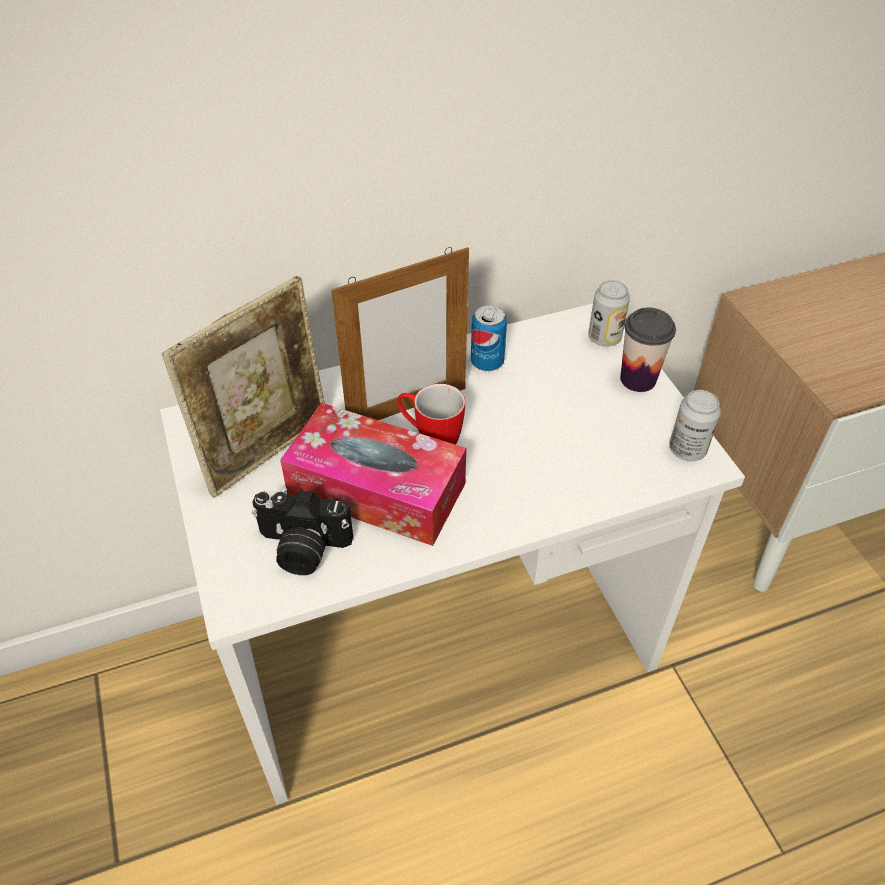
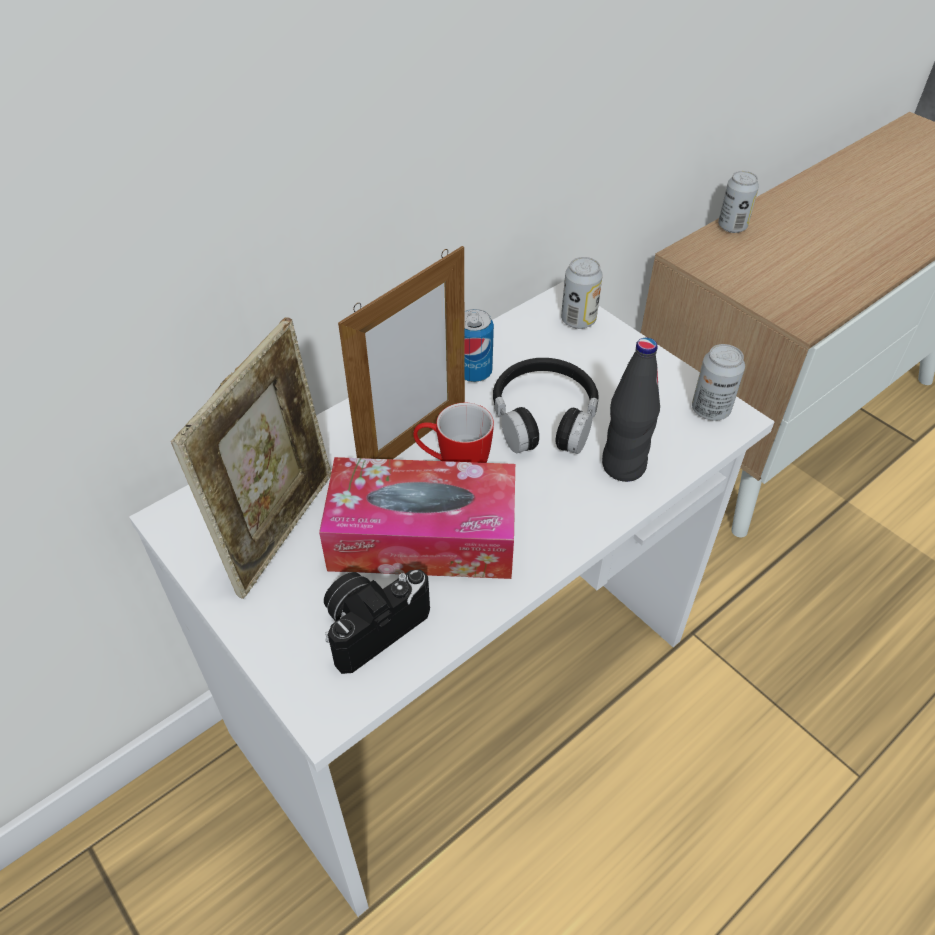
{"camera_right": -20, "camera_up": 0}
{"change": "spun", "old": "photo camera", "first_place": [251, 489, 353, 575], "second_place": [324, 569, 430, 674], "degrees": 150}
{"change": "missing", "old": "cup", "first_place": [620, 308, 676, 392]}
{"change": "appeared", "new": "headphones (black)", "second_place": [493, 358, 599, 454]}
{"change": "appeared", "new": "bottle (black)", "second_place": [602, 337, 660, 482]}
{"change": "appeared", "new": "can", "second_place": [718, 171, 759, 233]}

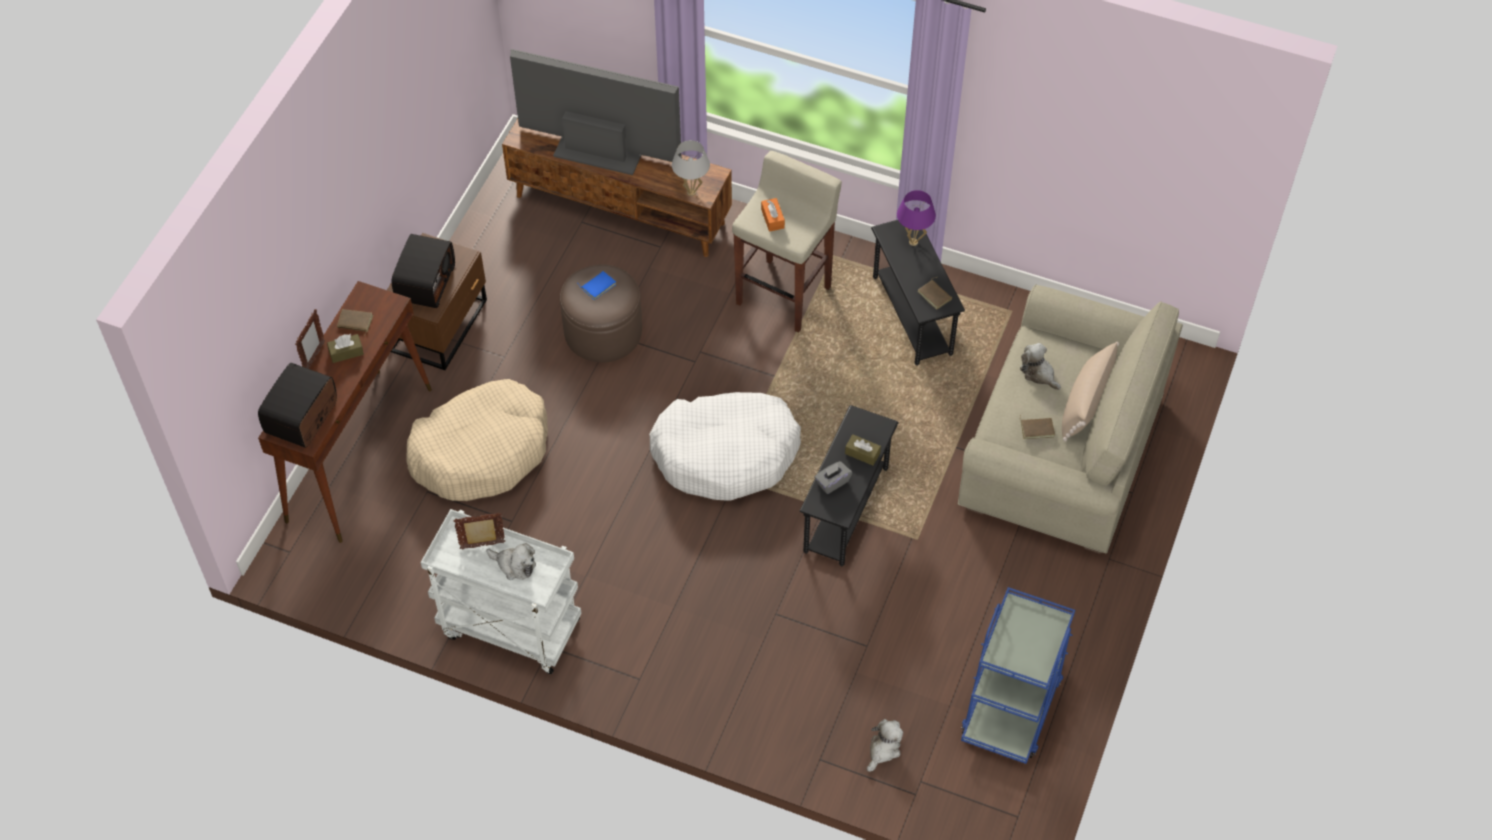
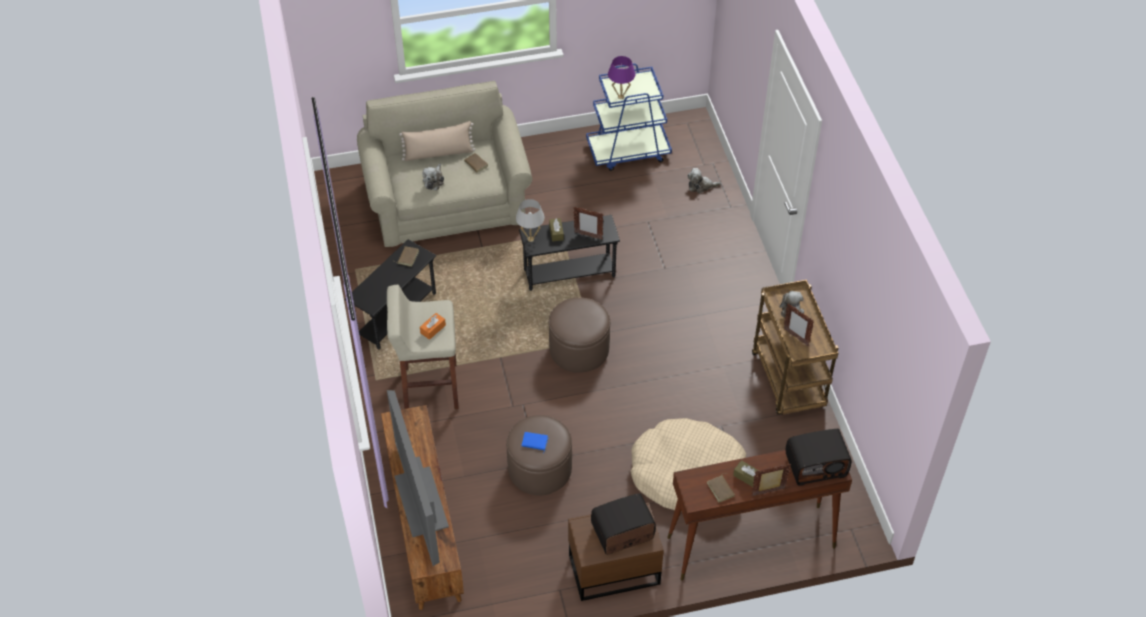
{"camera_right": -125, "camera_up": -5}
{"change": "colour", "old": "cart (white)", "new": "cart (brown)", "first_place": [420, 509, 582, 674], "second_place": [752, 280, 838, 415]}
{"change": "exchanged", "old": "dog bed (white)", "new": "ottoman (brown)", "first_place": [649, 392, 801, 501], "second_place": [549, 297, 610, 373]}
{"change": "relocated", "old": "table lamp (white)", "first_place": [672, 140, 710, 196], "second_place": [516, 199, 545, 242]}
{"change": "exchanged", "old": "tissue box (grey)", "new": "picture frame", "first_place": [815, 461, 852, 494], "second_place": [574, 207, 603, 239]}
{"change": "relocated", "old": "table lamp (purple)", "first_place": [897, 190, 936, 246], "second_place": [608, 56, 635, 99]}

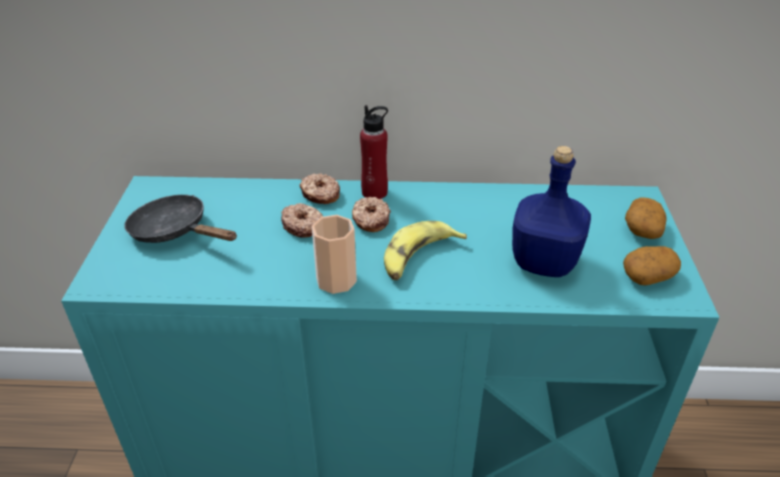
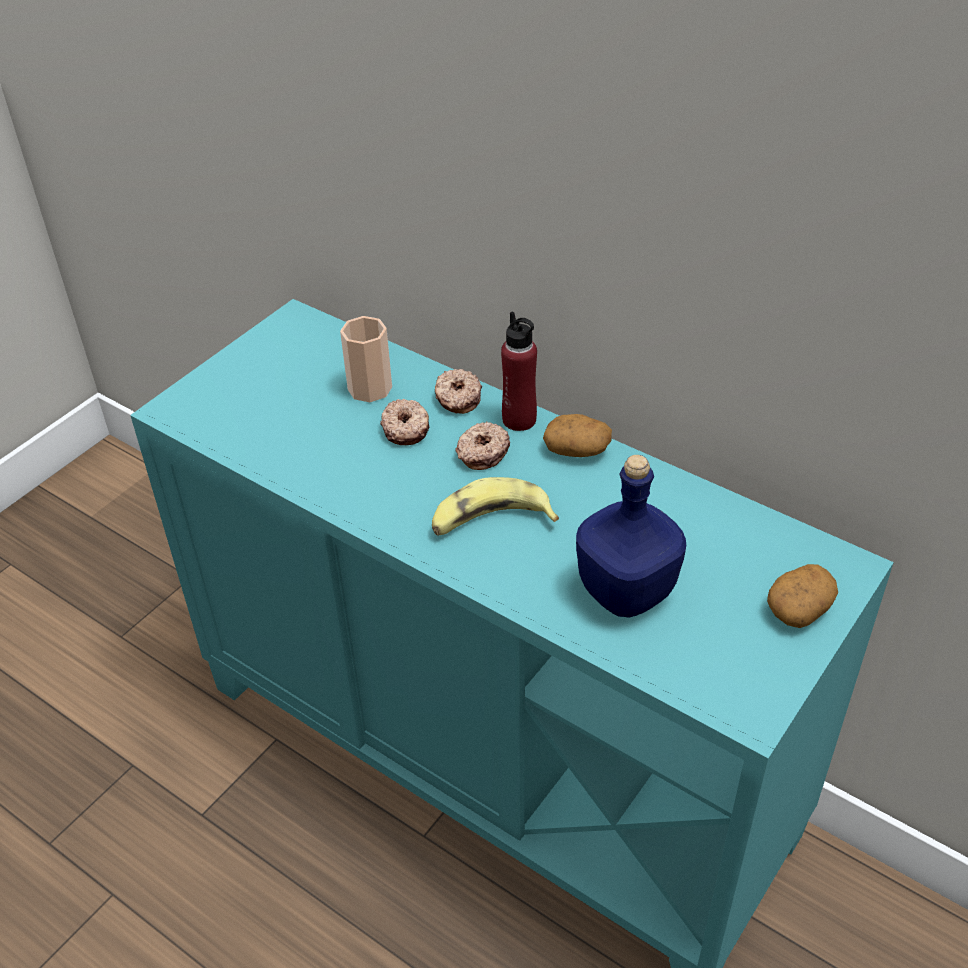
{"camera_right": 35, "camera_up": 5}
{"change": "missing", "old": "frying pan (black)", "first_place": [125, 195, 237, 243]}
{"change": "relocated", "old": "cup", "first_place": [312, 215, 357, 294], "second_place": [340, 316, 392, 402]}
{"change": "relocated", "old": "potato", "first_place": [623, 246, 681, 285], "second_place": [543, 414, 612, 457]}

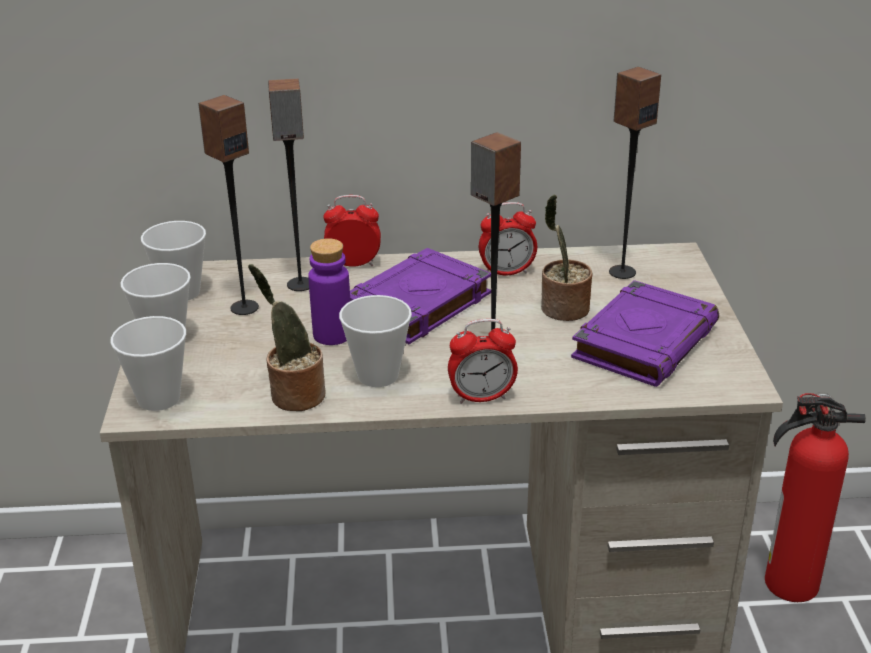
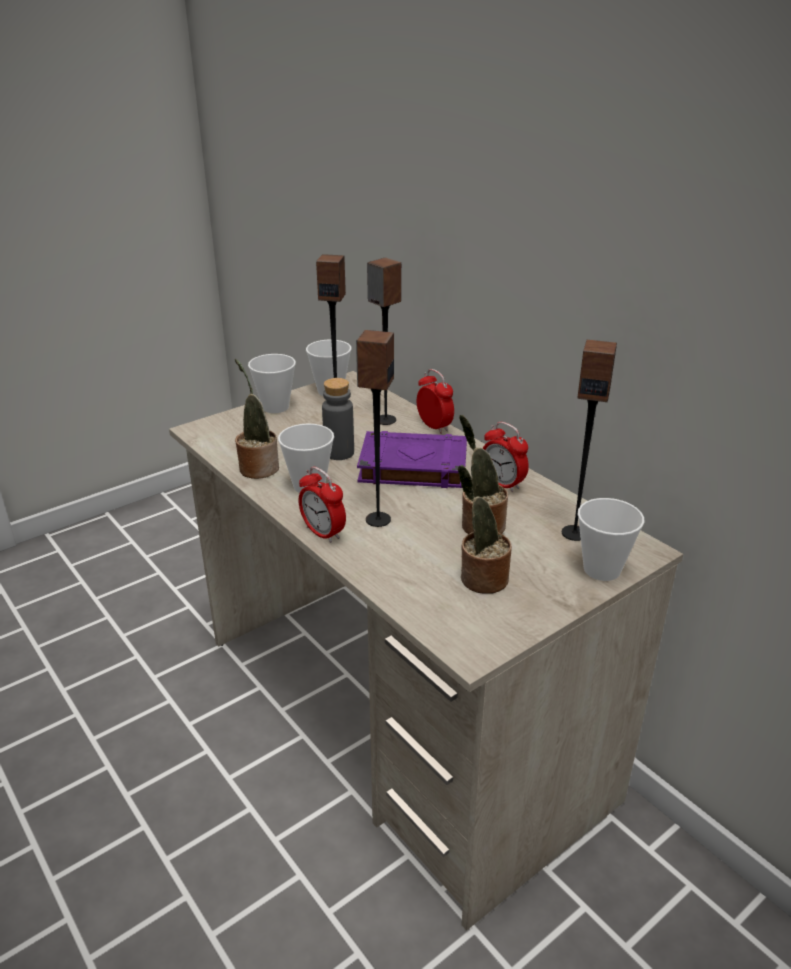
{"camera_right": 55, "camera_up": 0}
{"change": "relocated", "old": "cup", "first_place": [110, 316, 186, 411], "second_place": [578, 498, 644, 581]}
{"change": "colour", "old": "bottle (purple)", "new": "bottle (grey)", "first_place": [308, 238, 350, 345], "second_place": [322, 378, 354, 460]}
{"change": "exchanged", "old": "book (purple)", "new": "potted plant", "first_place": [571, 280, 719, 387], "second_place": [458, 465, 512, 593]}
{"change": "missing", "old": "fire extinguisher", "first_place": [765, 392, 866, 602]}

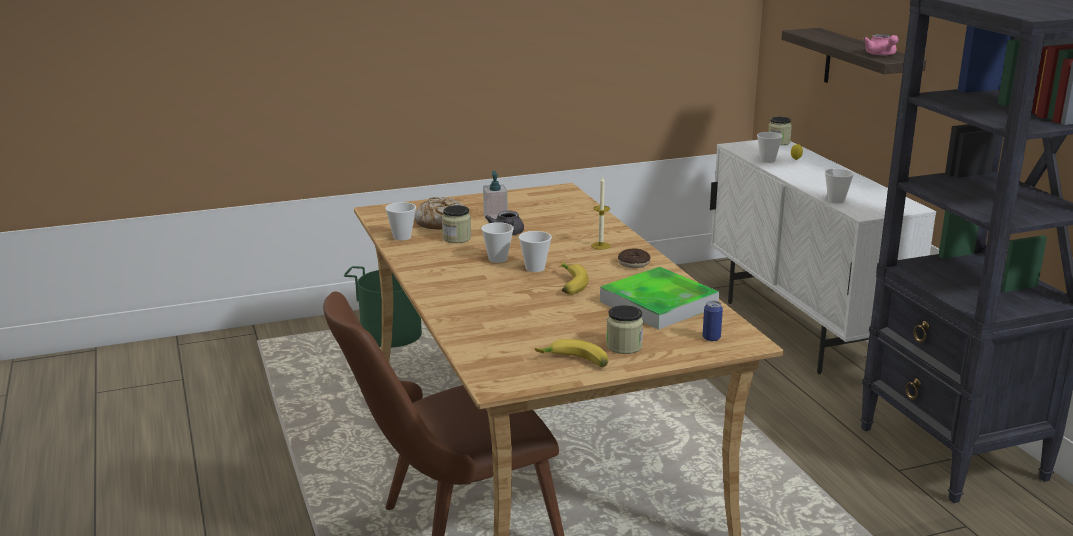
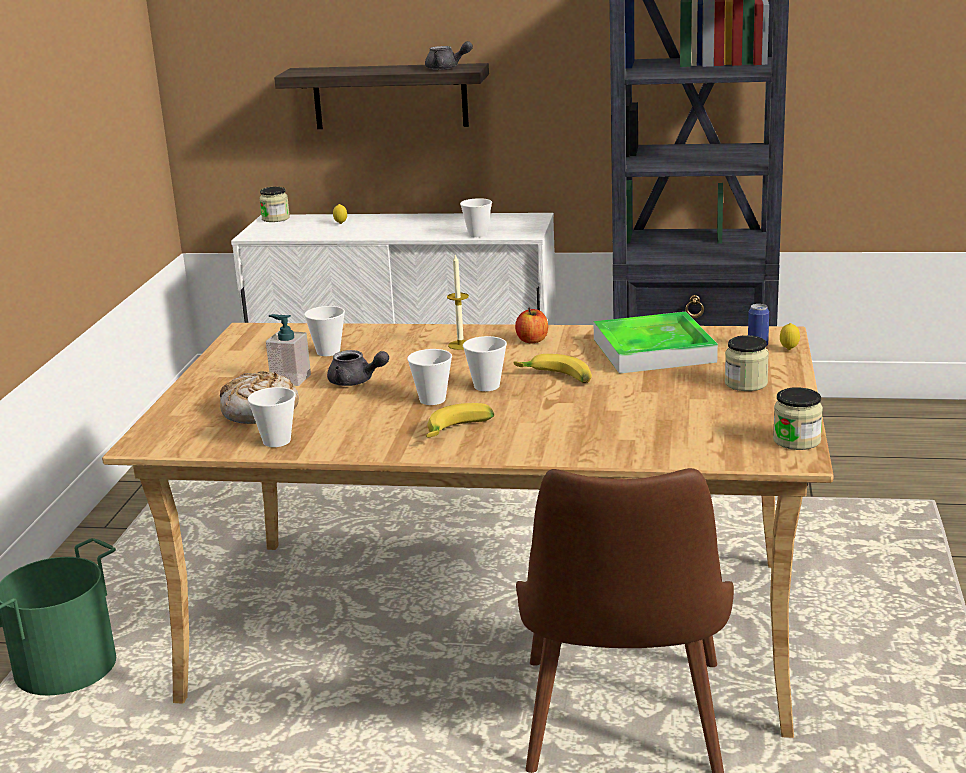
{"camera_right": -60, "camera_up": 0}
{"change": "relocated", "old": "jar", "first_place": [442, 205, 471, 243], "second_place": [773, 387, 823, 450]}
{"change": "relocated", "old": "banana", "first_place": [534, 339, 609, 367], "second_place": [426, 403, 494, 437]}
{"change": "exchanged", "old": "donut", "new": "apple", "first_place": [618, 248, 650, 268], "second_place": [515, 307, 548, 344]}
{"change": "relocated", "old": "cup", "first_place": [757, 132, 783, 163], "second_place": [304, 306, 345, 356]}
{"change": "colour", "old": "teapot (pink)", "new": "teapot (grey)", "first_place": [863, 34, 898, 56], "second_place": [425, 41, 473, 70]}
{"change": "appeared", "new": "lemon", "second_place": [780, 323, 800, 350]}

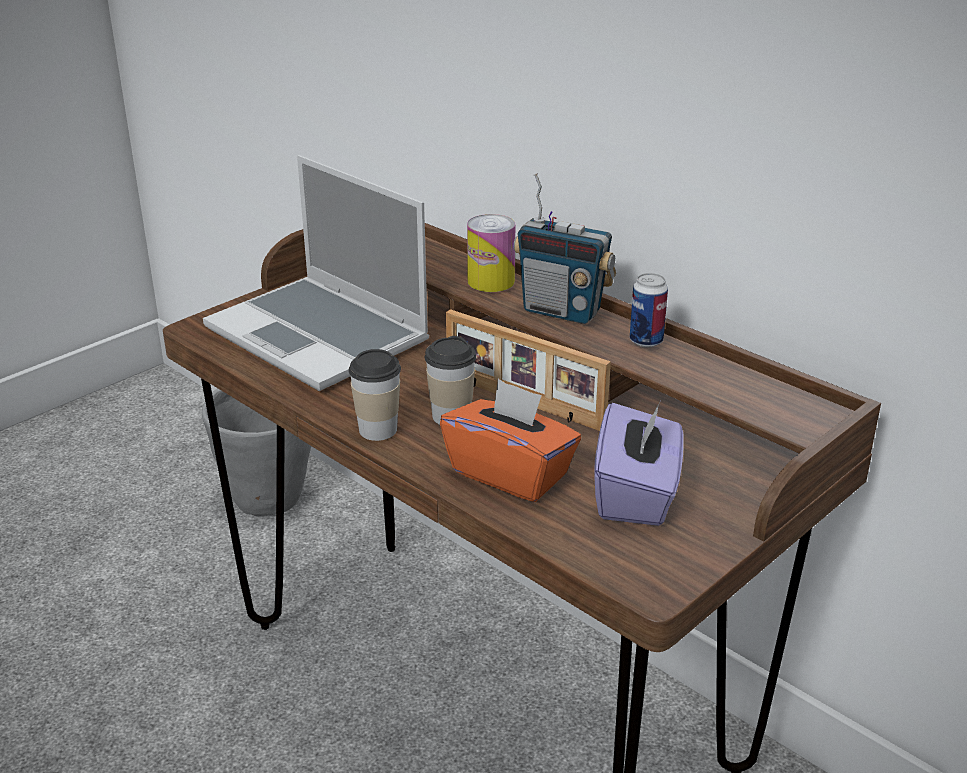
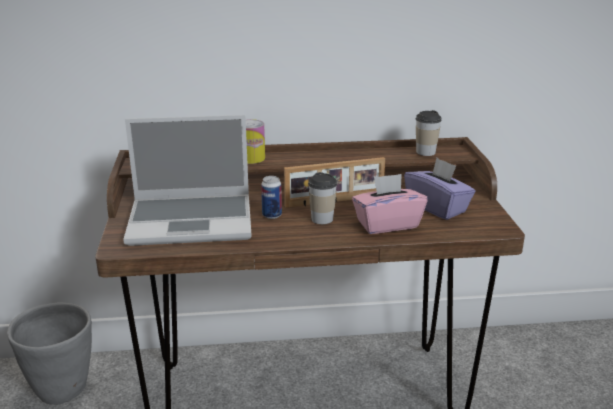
{"camera_right": -50, "camera_up": -5}
{"change": "relocated", "old": "cup", "first_place": [348, 349, 401, 441], "second_place": [416, 110, 442, 156]}
{"change": "colour", "old": "tissue box (orange)", "new": "tissue box (pink)", "first_place": [440, 379, 581, 502], "second_place": [352, 174, 428, 234]}
{"change": "missing", "old": "radio", "first_place": [513, 173, 616, 324]}
{"change": "relocated", "old": "can", "first_place": [630, 273, 668, 347], "second_place": [261, 176, 282, 219]}

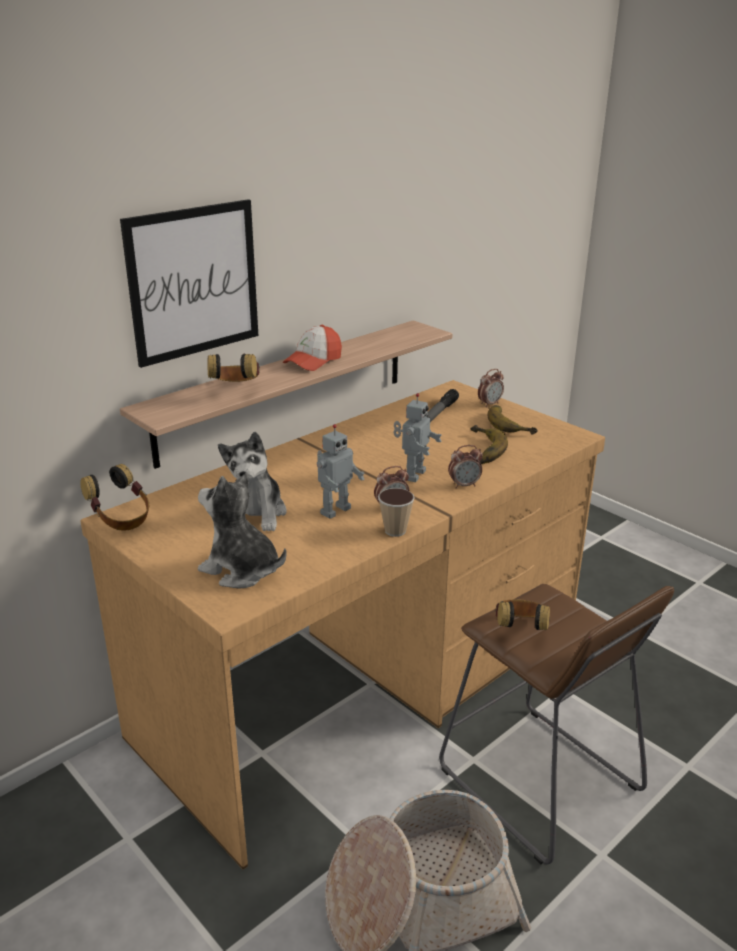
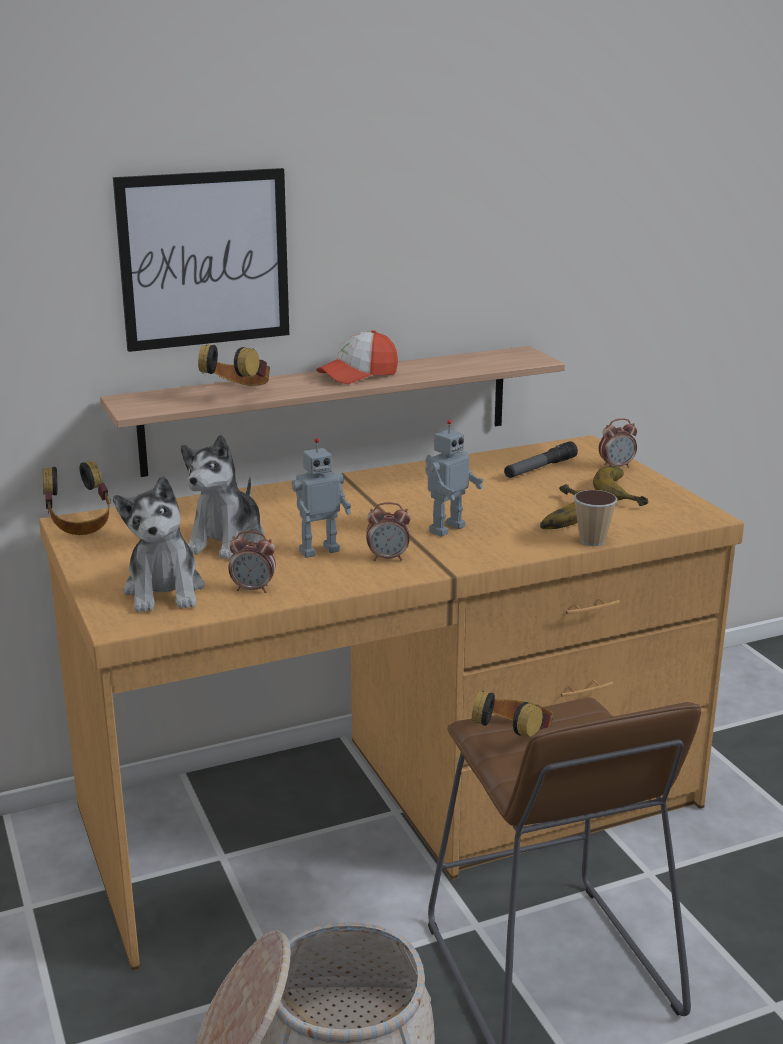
{"camera_right": 20, "camera_up": -5}
{"change": "spun", "old": "plush toy", "first_place": [198, 472, 286, 589], "second_place": [113, 476, 205, 612], "degrees": -150}
{"change": "relocated", "old": "cup", "first_place": [378, 488, 415, 537], "second_place": [574, 490, 617, 546]}
{"change": "relocated", "old": "alarm clock", "first_place": [448, 445, 483, 488], "second_place": [228, 531, 276, 593]}

